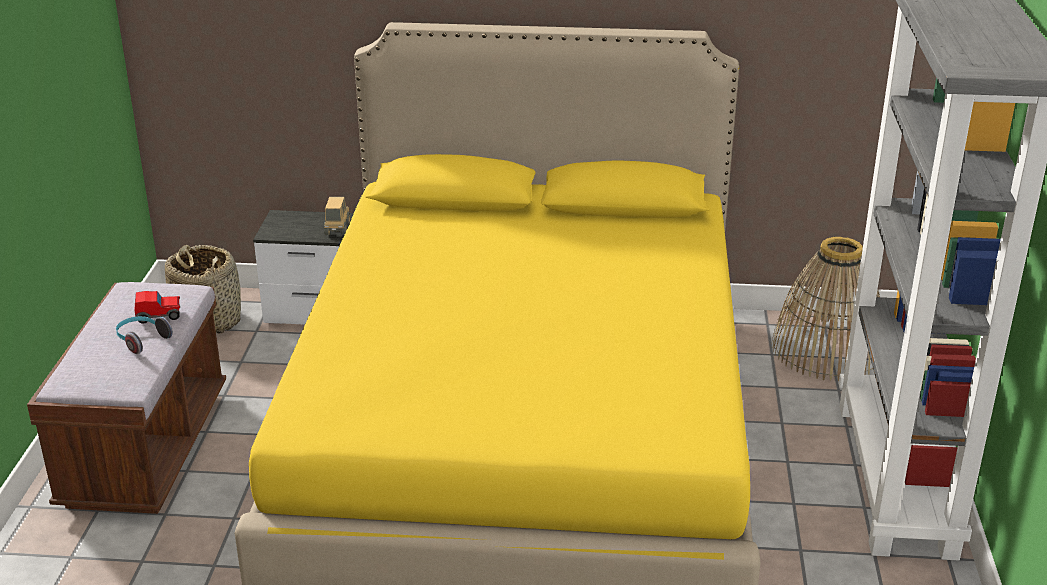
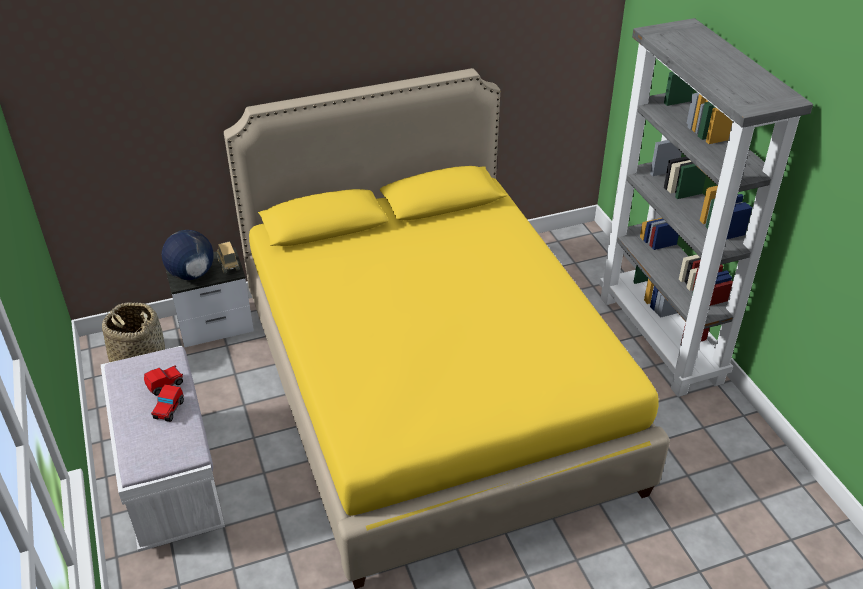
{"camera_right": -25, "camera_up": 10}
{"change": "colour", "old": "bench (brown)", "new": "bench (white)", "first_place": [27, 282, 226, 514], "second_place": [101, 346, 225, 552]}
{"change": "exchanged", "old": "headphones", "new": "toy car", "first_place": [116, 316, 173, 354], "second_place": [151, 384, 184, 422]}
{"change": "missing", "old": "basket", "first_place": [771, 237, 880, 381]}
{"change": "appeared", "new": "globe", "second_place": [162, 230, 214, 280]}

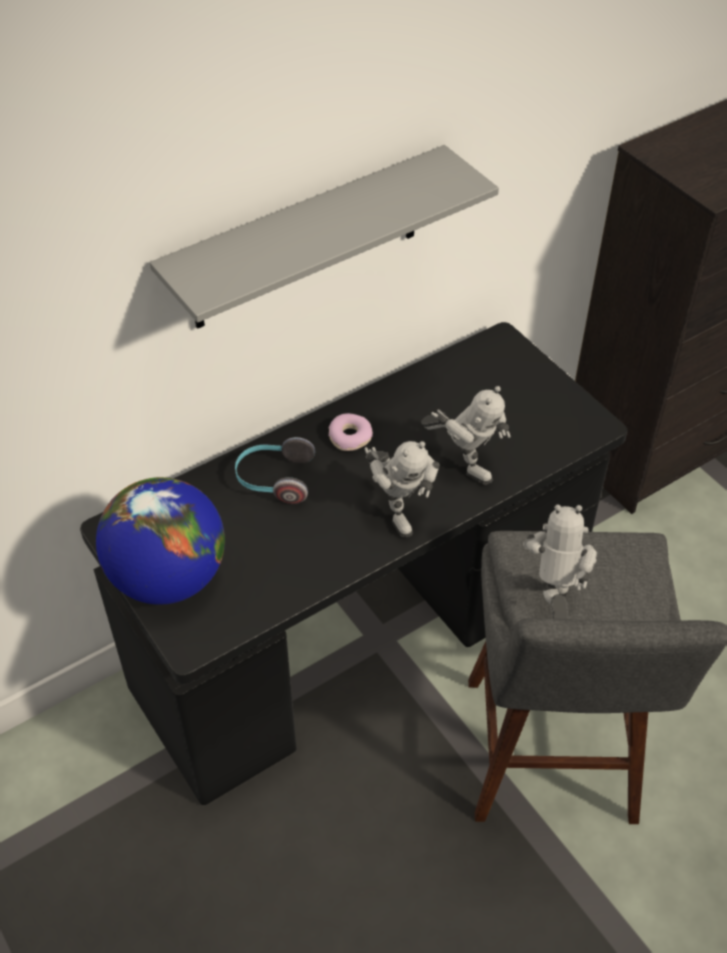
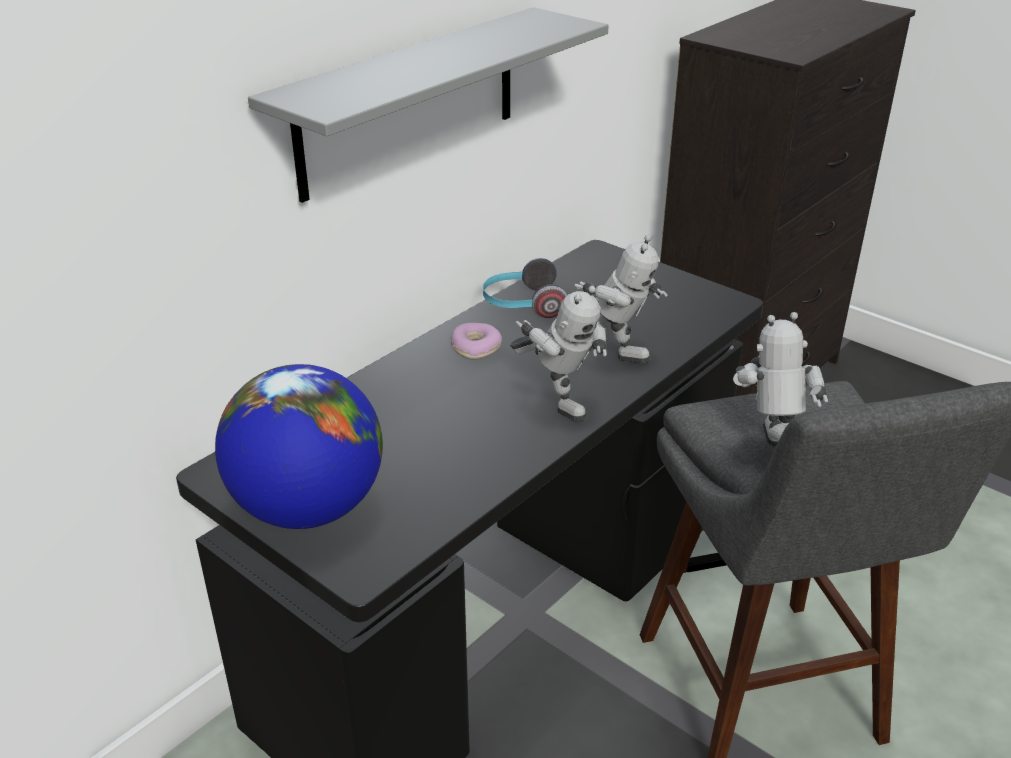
{"camera_right": -15, "camera_up": -15}
{"change": "relocated", "old": "headphones", "first_place": [235, 437, 315, 504], "second_place": [483, 258, 567, 318]}

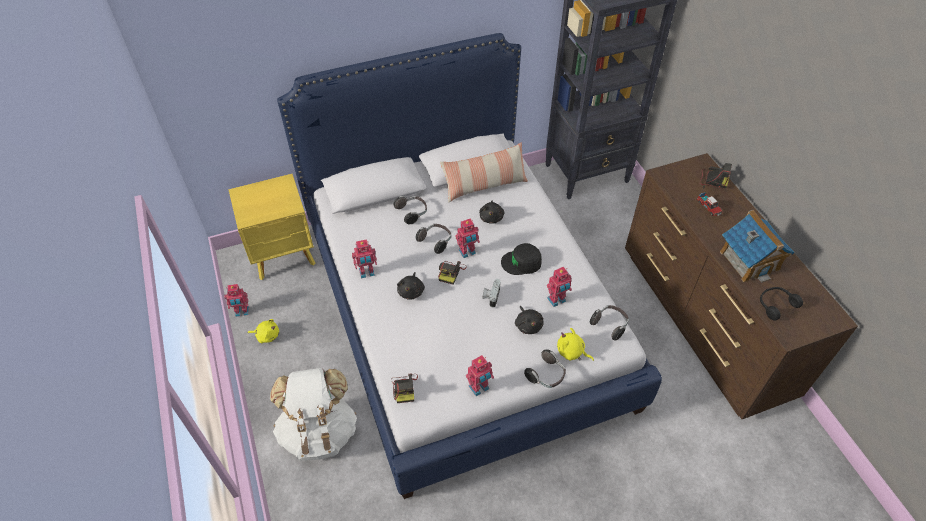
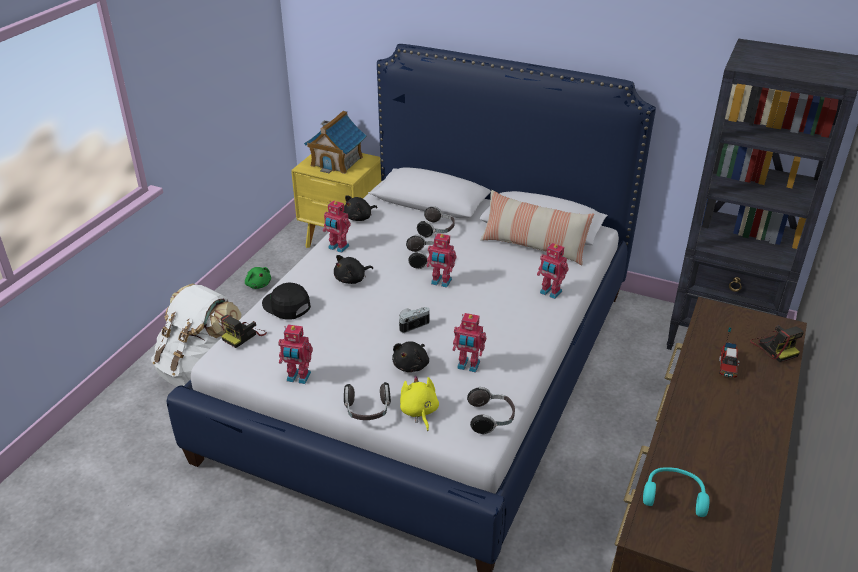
{"camera_right": 45, "camera_up": -15}
{"change": "relocated", "old": "toy robot", "first_place": [224, 284, 249, 317], "second_place": [537, 243, 569, 299]}
{"change": "colour", "old": "plush toy (yellow)", "new": "plush toy (green)", "first_place": [247, 319, 279, 343], "second_place": [245, 267, 271, 289]}
{"change": "missing", "old": "photo camera", "first_place": [438, 261, 467, 284]}
{"change": "relocated", "old": "plush toy (black)", "first_place": [479, 200, 504, 224], "second_place": [343, 195, 377, 221]}
{"change": "relocated", "old": "cap (black)", "first_place": [501, 243, 542, 275], "second_place": [262, 282, 311, 319]}
{"change": "relocated", "old": "toy house", "first_place": [720, 210, 795, 283], "second_place": [304, 111, 367, 174]}
{"change": "colour", "old": "headphones (black)", "new": "headphones (turquoise)", "first_place": [760, 287, 803, 321], "second_place": [643, 467, 710, 517]}

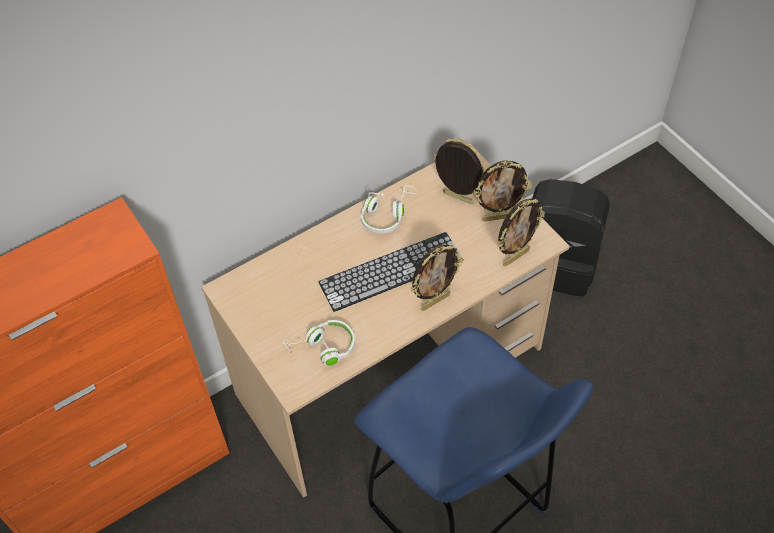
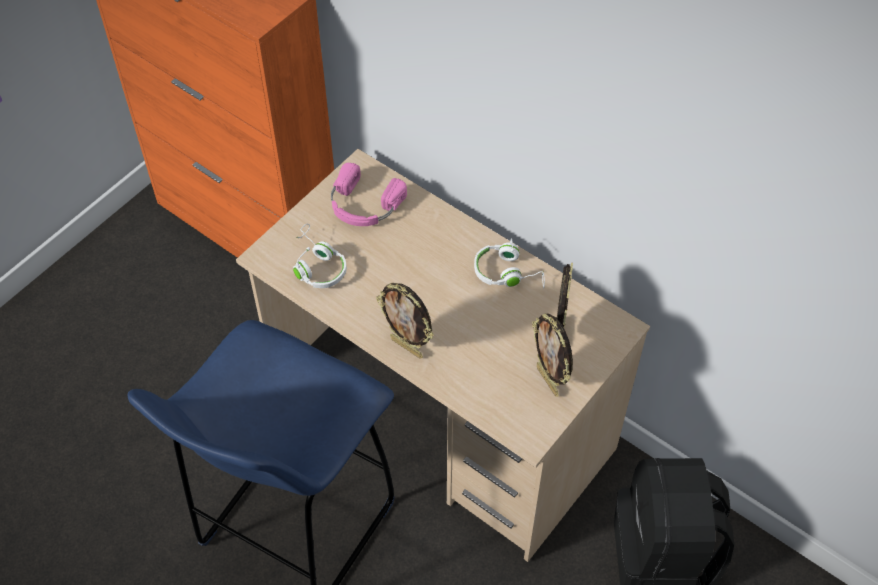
{"camera_right": 70, "camera_up": 0}
{"change": "missing", "old": "keyboard", "first_place": [318, 232, 464, 312]}
{"change": "missing", "old": "picture frame", "first_place": [497, 199, 545, 266]}
{"change": "appeared", "new": "headphones (pink)", "second_place": [331, 163, 407, 226]}

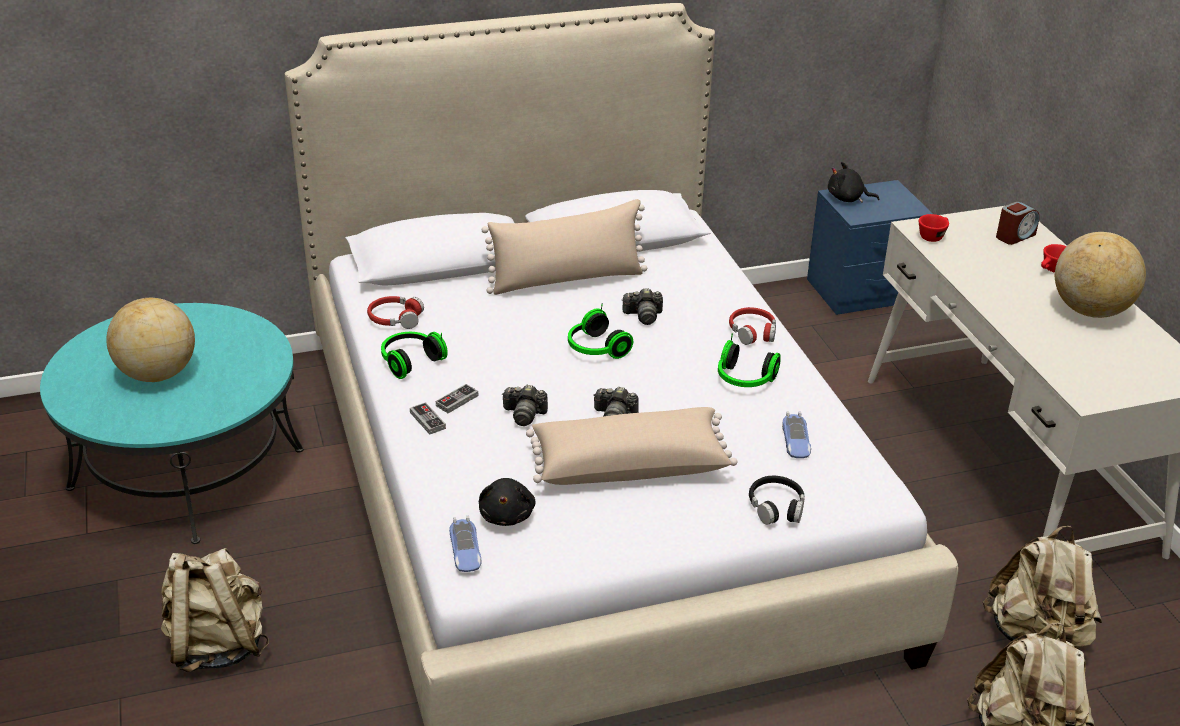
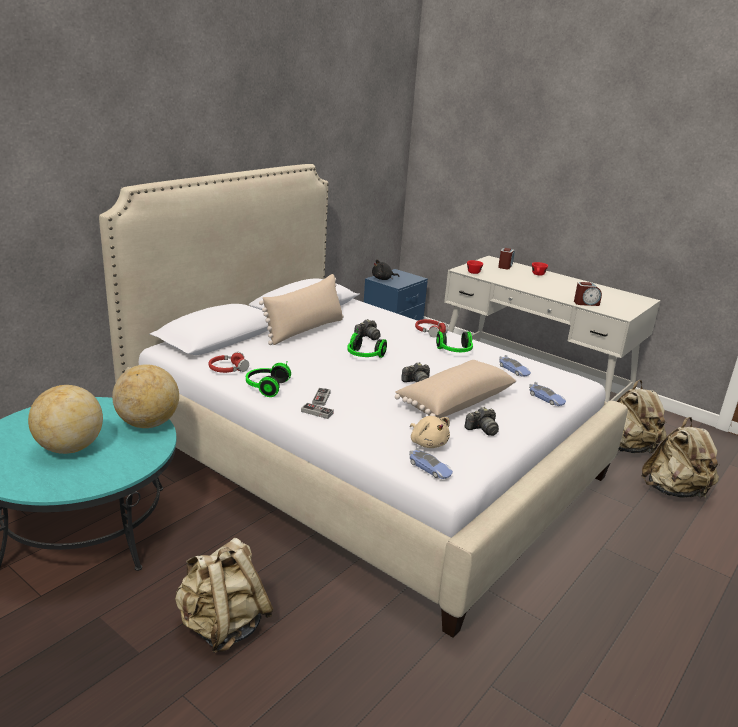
{"camera_right": -35, "camera_up": -10}
{"change": "colour", "old": "plush toy (black)", "new": "plush toy (beige)", "first_place": [479, 478, 535, 526], "second_place": [410, 416, 450, 448]}
{"change": "relocated", "old": "photo camera", "first_place": [502, 385, 548, 426], "second_place": [465, 407, 499, 436]}
{"change": "exchanged", "old": "headphones (black)", "new": "toy car", "first_place": [749, 476, 805, 525], "second_place": [529, 382, 566, 406]}
{"change": "relocated", "old": "globe", "first_place": [1055, 232, 1146, 318], "second_place": [112, 364, 179, 428]}
{"change": "appeared", "new": "alarm clock", "second_place": [574, 282, 602, 306]}

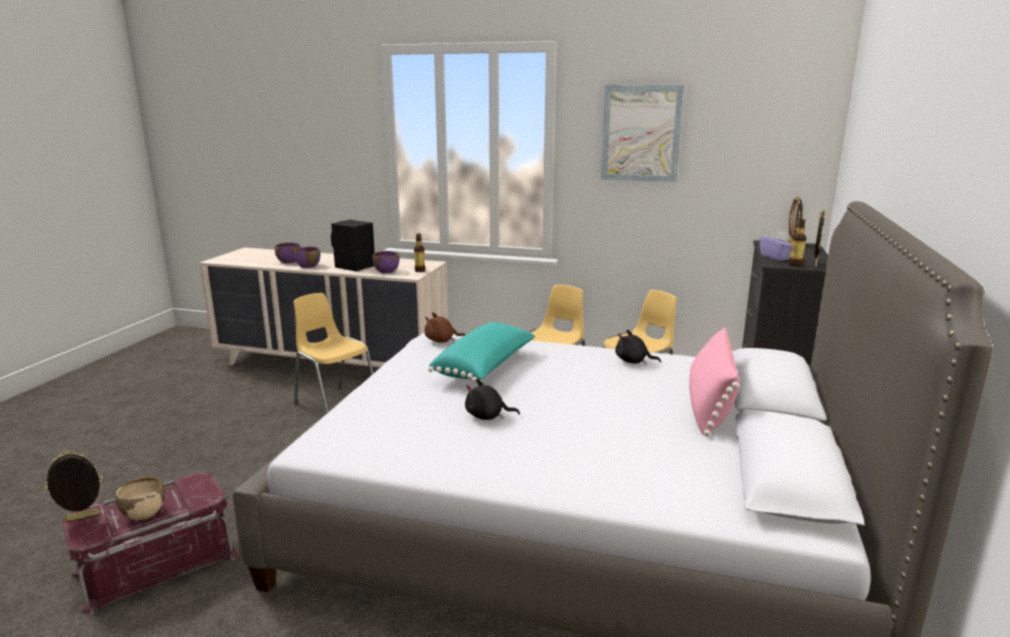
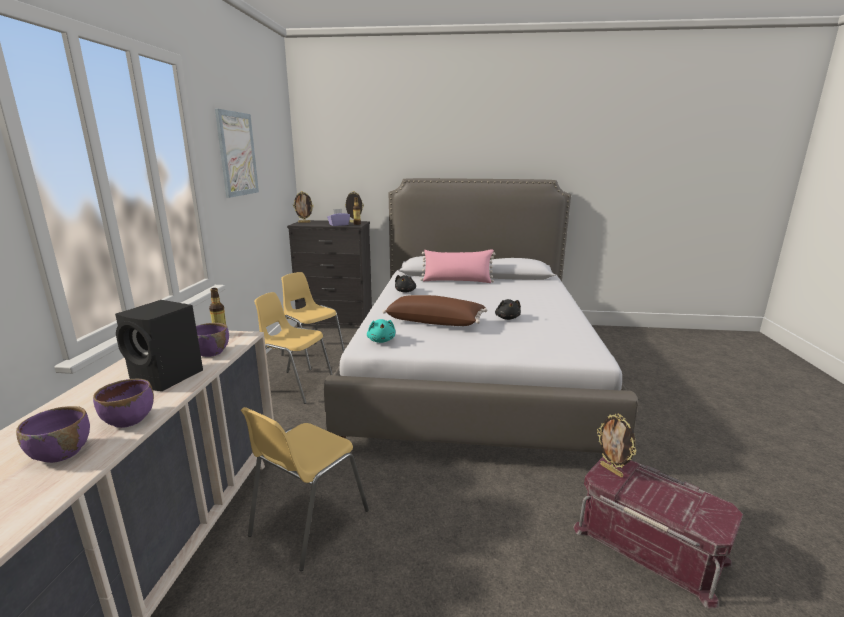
{"camera_right": -100, "camera_up": 0}
{"change": "relocated", "old": "picture frame", "first_place": [44, 451, 103, 521], "second_place": [597, 414, 636, 477]}
{"change": "missing", "old": "bowl (beige)", "first_place": [115, 477, 165, 520]}
{"change": "colour", "old": "plush toy (brown)", "new": "plush toy (turquoise)", "first_place": [424, 312, 466, 343], "second_place": [367, 319, 396, 343]}
{"change": "colour", "old": "pillow (turquoise)", "new": "pillow (brown)", "first_place": [428, 322, 536, 383], "second_place": [382, 295, 487, 326]}

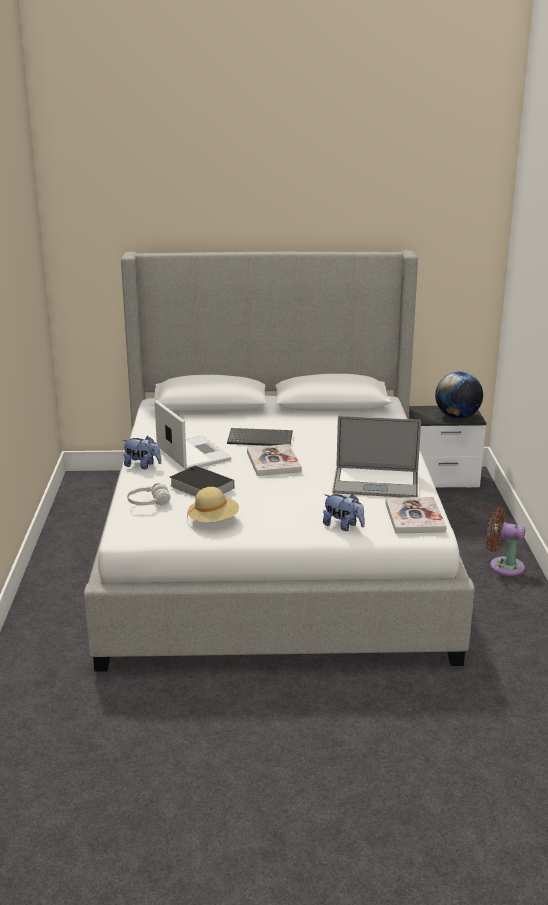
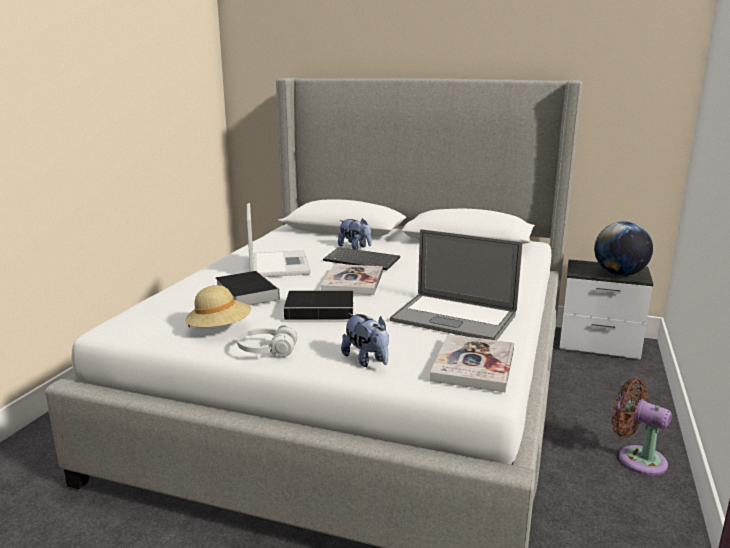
{"camera_right": 20, "camera_up": -5}
{"change": "relocated", "old": "plush toy", "first_place": [123, 436, 162, 469], "second_place": [338, 218, 371, 250]}
{"change": "relocated", "old": "headphones (white)", "first_place": [127, 483, 170, 505], "second_place": [237, 325, 297, 357]}
{"change": "appeared", "new": "book", "second_place": [284, 290, 357, 320]}

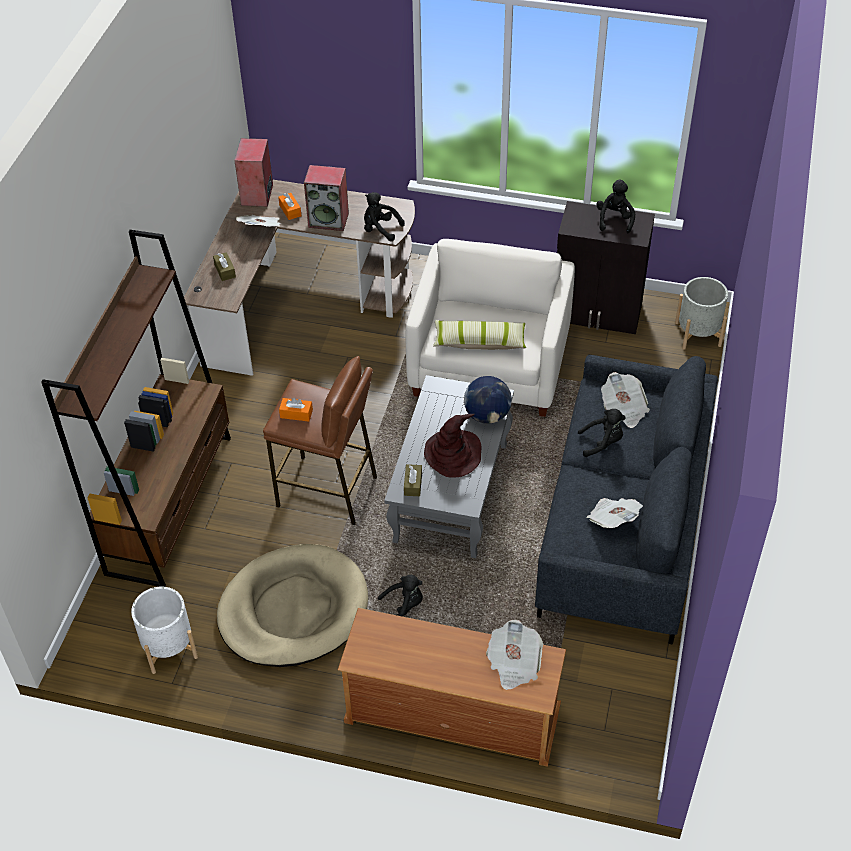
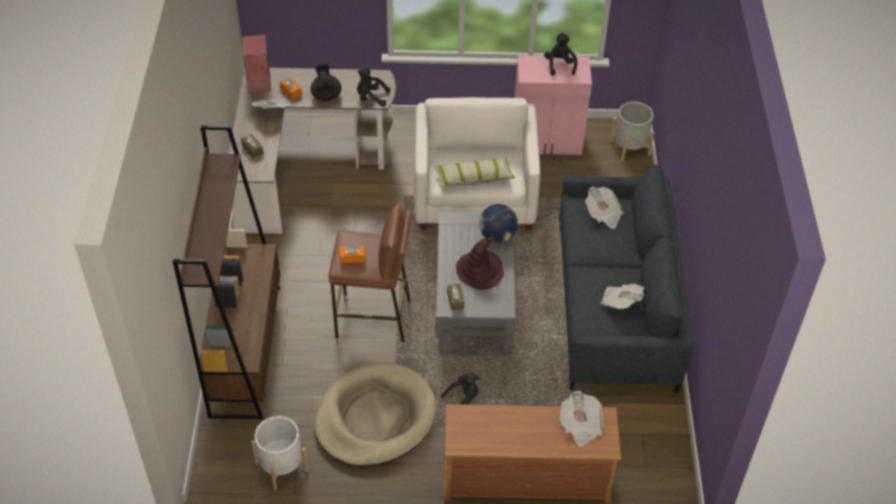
{"camera_right": -15, "camera_up": 0}
{"change": "exchanged", "old": "speaker", "new": "teapot (black)", "first_place": [304, 165, 349, 231], "second_place": [310, 64, 342, 101]}
{"change": "colour", "old": "cabinet (black)", "new": "cabinet (pink)", "first_place": [557, 201, 655, 334], "second_place": [515, 55, 592, 155]}
{"change": "missing", "old": "plush toy (black)", "first_place": [578, 409, 626, 457]}

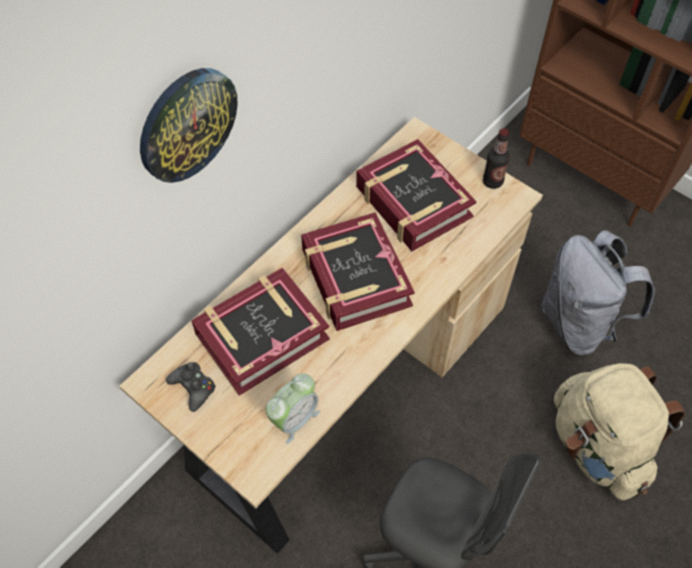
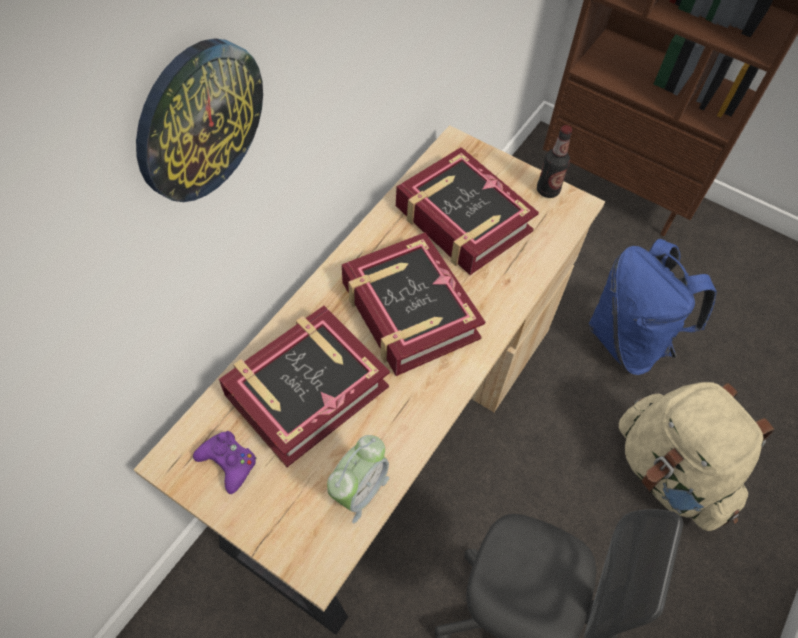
{"camera_right": -10, "camera_up": 0}
{"change": "colour", "old": "game controller (black)", "new": "game controller (purple)", "first_place": [166, 362, 216, 412], "second_place": [193, 431, 257, 494]}
{"change": "colour", "old": "backpack (grey)", "new": "backpack (blue)", "first_place": [541, 230, 655, 355], "second_place": [589, 239, 717, 375]}

